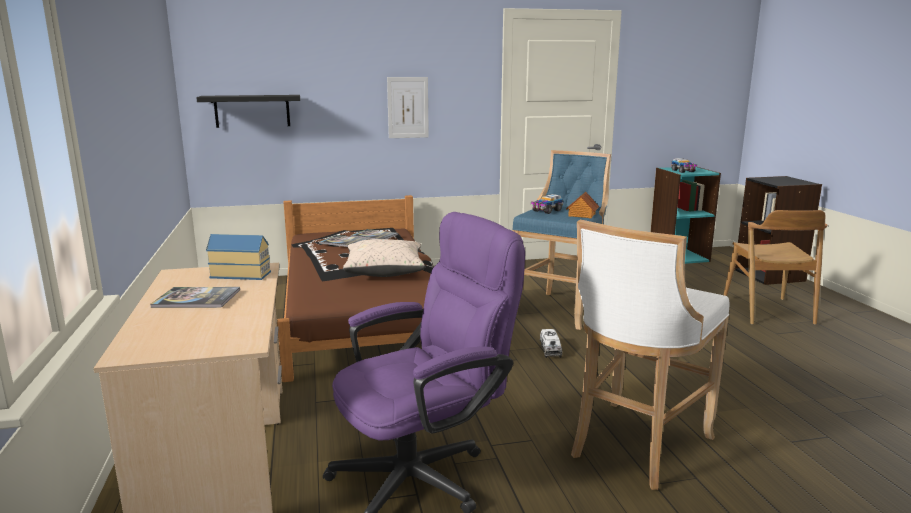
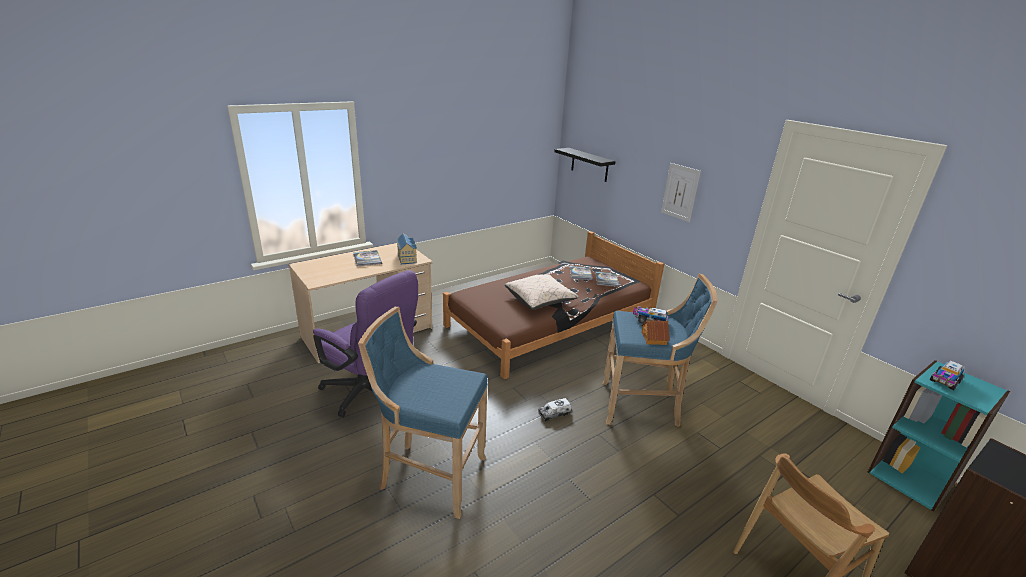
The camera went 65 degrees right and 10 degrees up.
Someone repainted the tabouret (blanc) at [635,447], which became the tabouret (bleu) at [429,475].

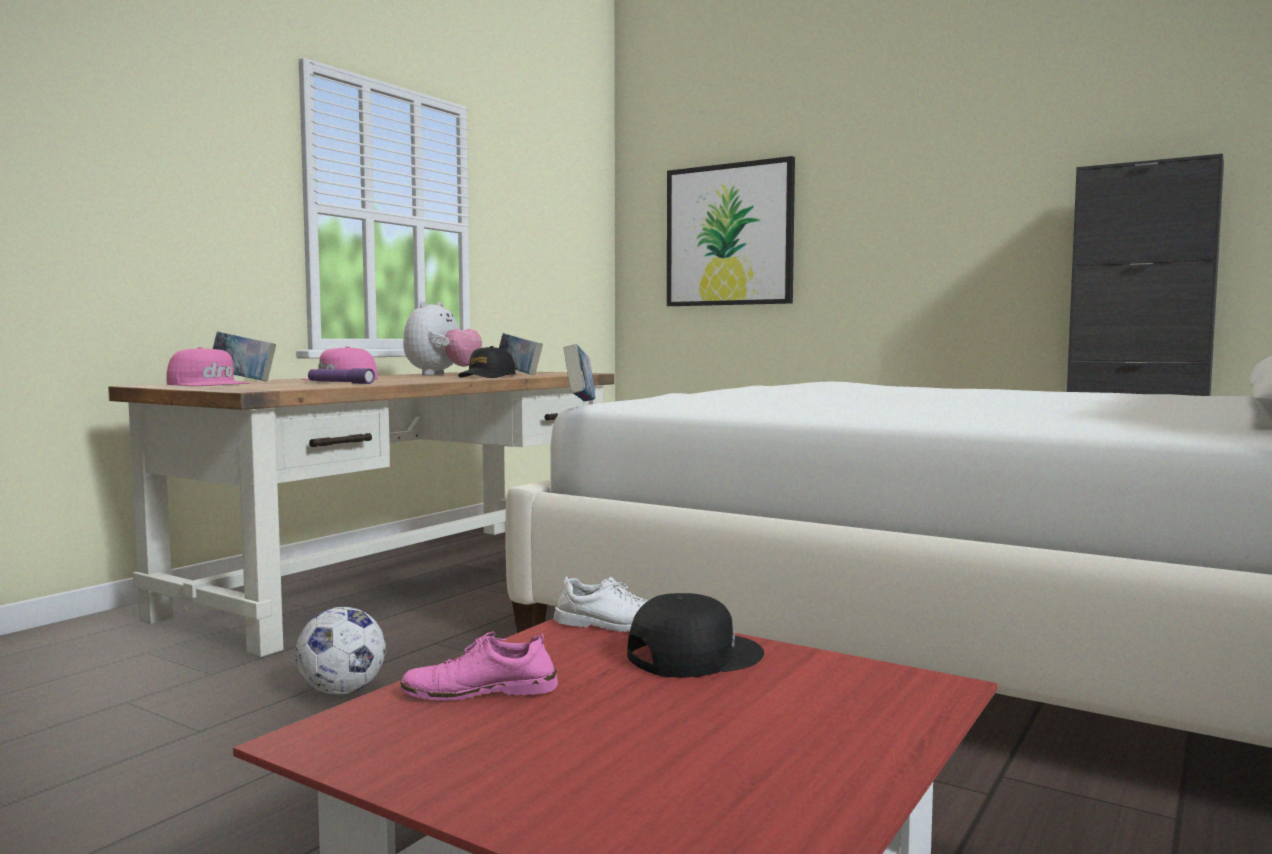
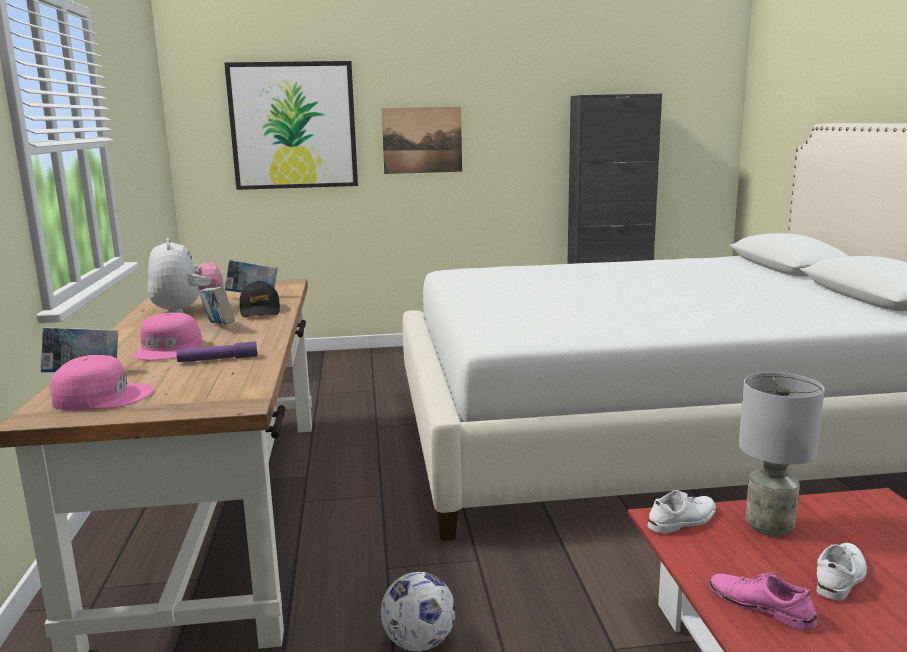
The camera went 40 degrees left and 10 degrees up.
Someone carried the livre from [580,403] to [218,327].
Someone swapped the casquette (noir) at [693,655] for the lampe de table (gris) at [768,527].
Someone rotated the chaussure (rose) at [480,691] by 90 degrees clockwise.
Someone put up the tableau at [422,140].
Someone put down the chaussure (blanc) at [840,577].

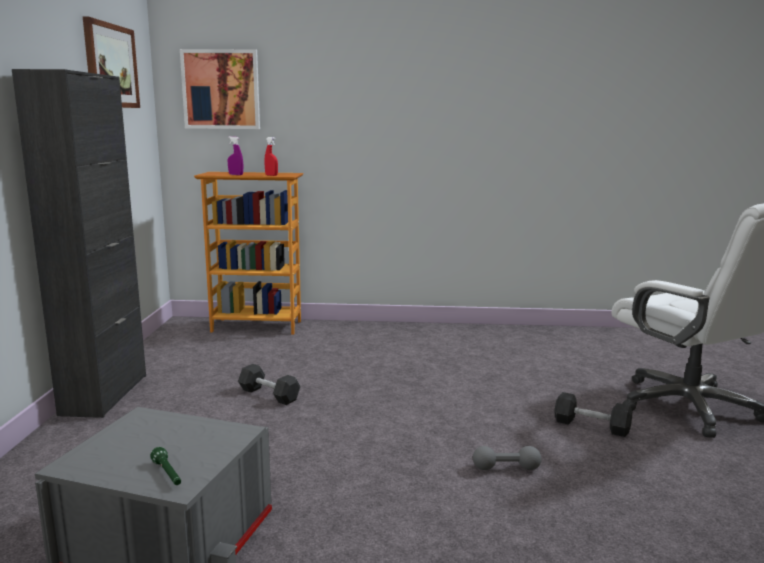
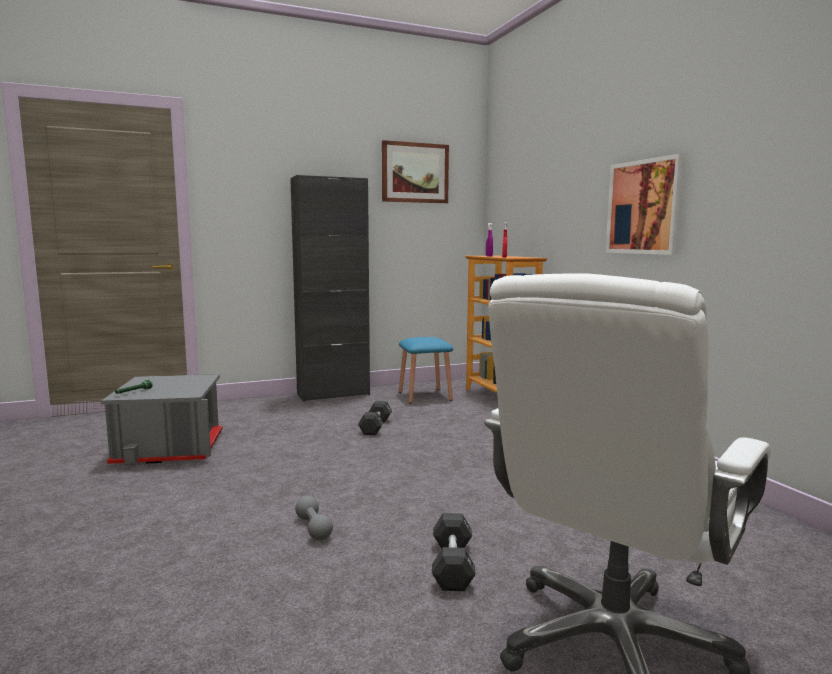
The camera went 65 degrees right and 5 degrees down.
Someone carried the tableau from [221,89] to [644,207].
Someone put down the tabouret (bleu) at [425,396].

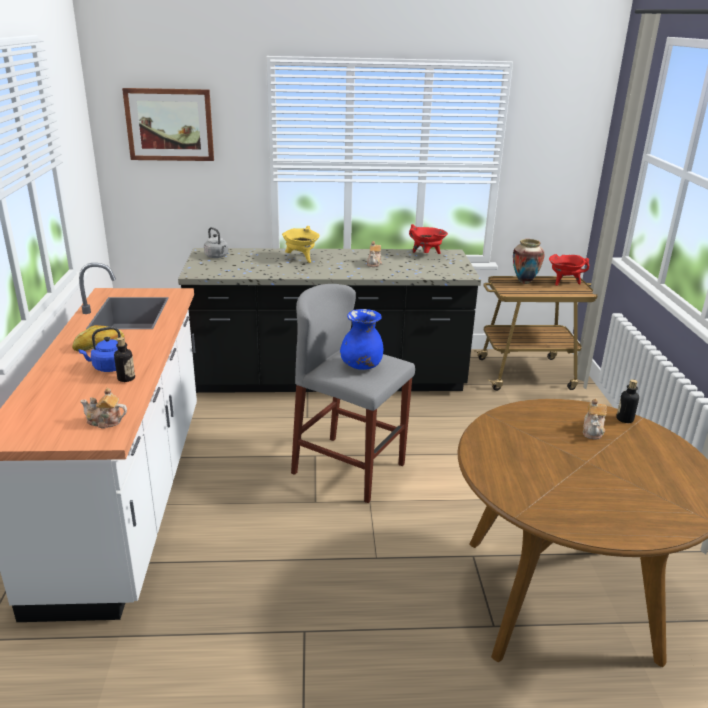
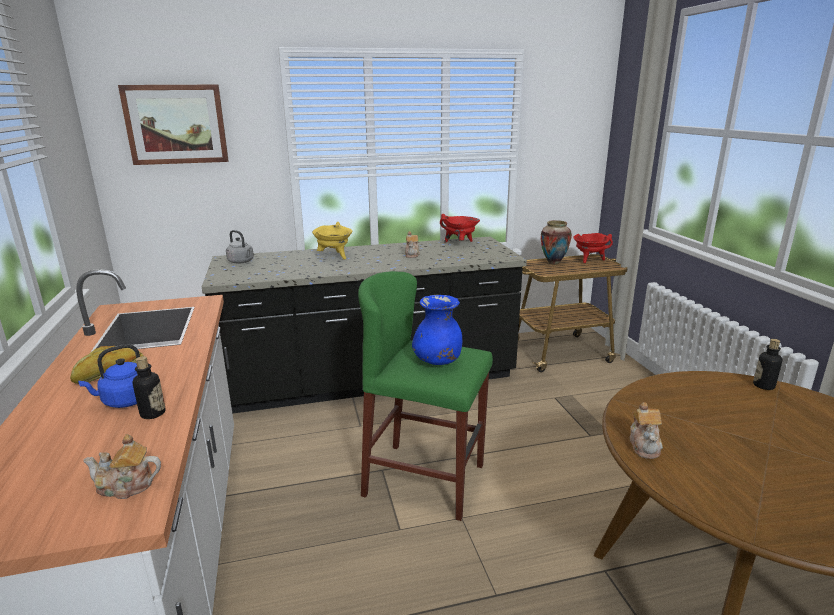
The camera went 10 degrees left and 5 degrees down.
Someone repainted the tabouret (gris) at [349,468], which became the tabouret (vert) at [424,480].
Someone carried the théière from [593,431] to [645,445].

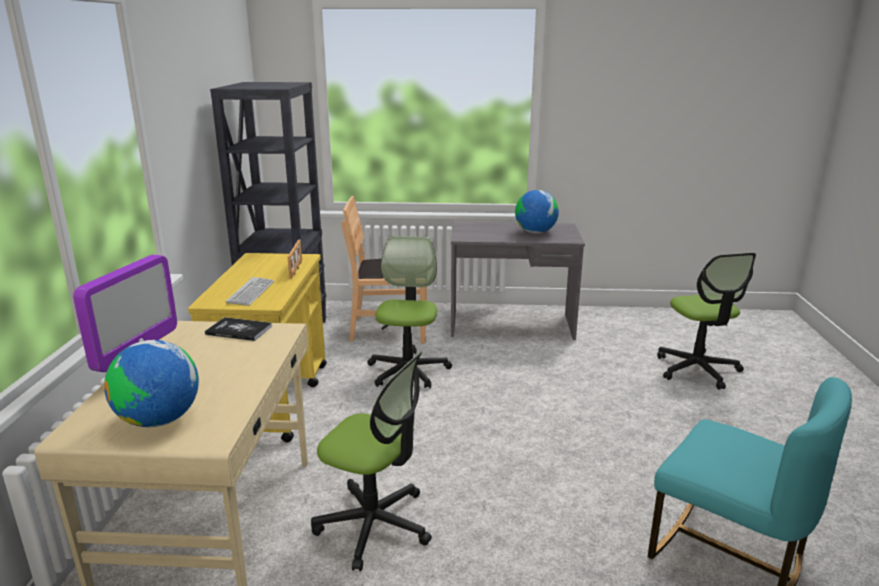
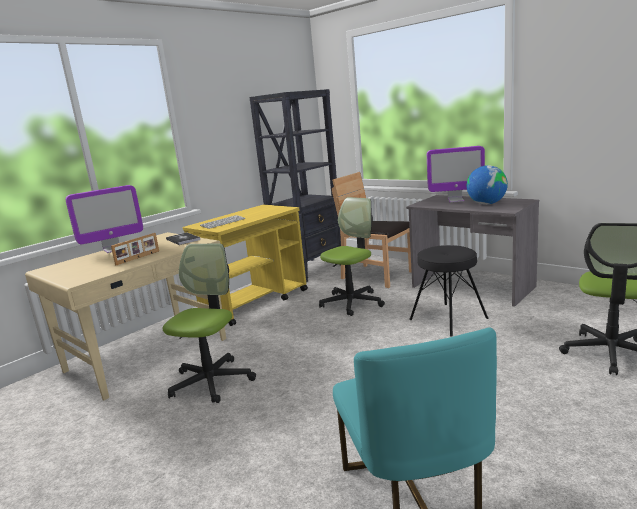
The camera went 40 degrees right and 5 degrees down.
Someone carried the cadre photo from [297,269] to [138,258].
Someone took away the globe at [159,420].
Someone rotated the chaise de bureau at [374,525] by 135 degrees counterclockwise.
Someone put down the écran d'ordinateur at [455,200].
Someone put down the tabouret (noir) at [448,319].

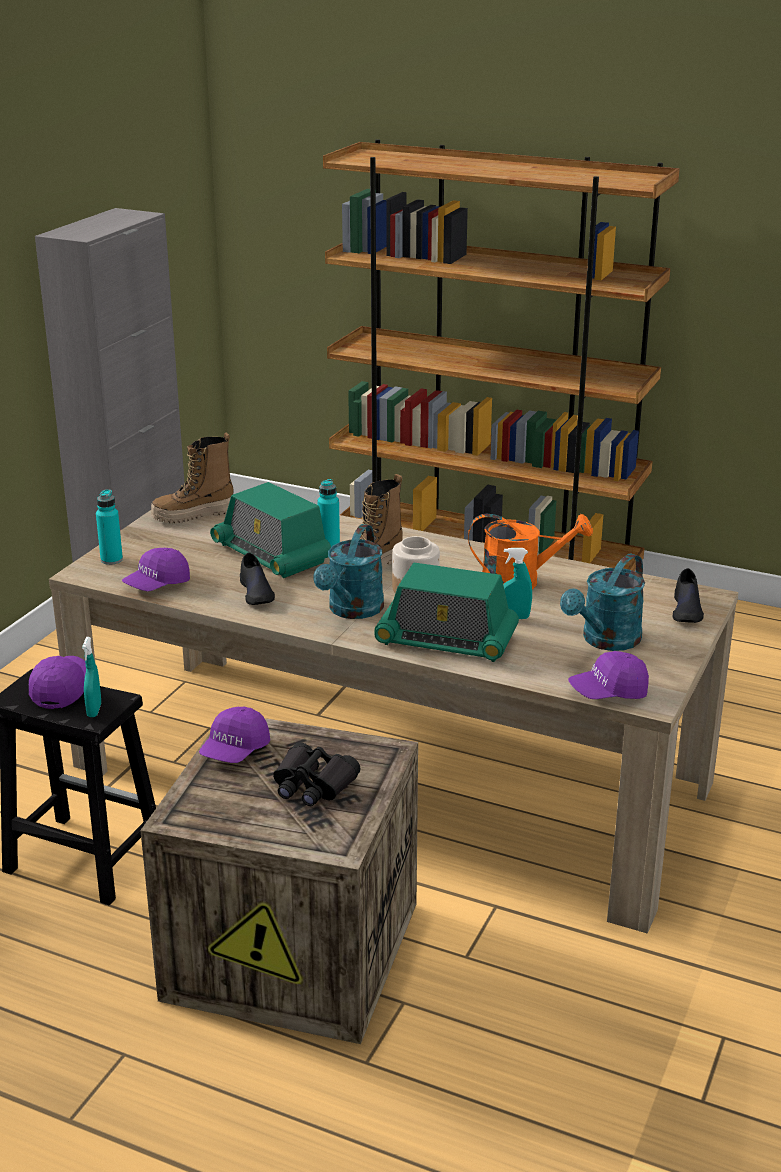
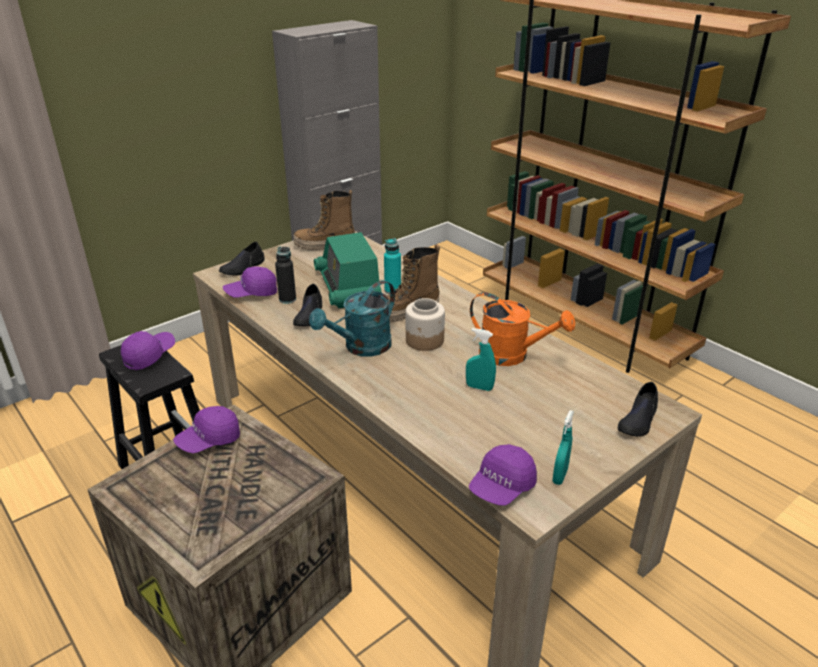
The camera went 25 degrees right and 5 degrees up.
Someone swapped the bouteille (turquoise) at [111,560] for the chaussure (noir) at [243,268].
Someone took away the arrosoir (turquoise) at [605,641].
Someone took away the radio at [446,640].
Someone carried the vaporisateur (turquoise) from [94,710] to [560,476].
Someone rotated the casquette (violet) at [608,693] by 60 degrees counterclockwise.
Someone took away the jumelles (noir) at [313,785].
Someone put down the bouteille (noir) at [287,299].

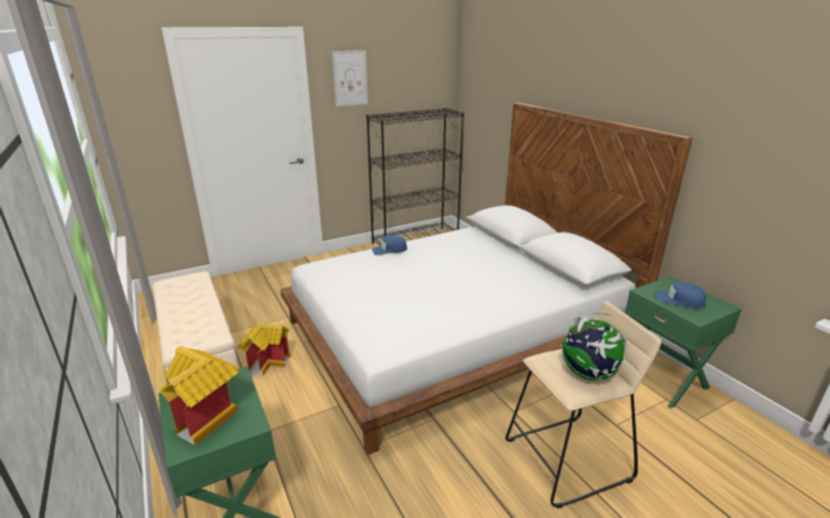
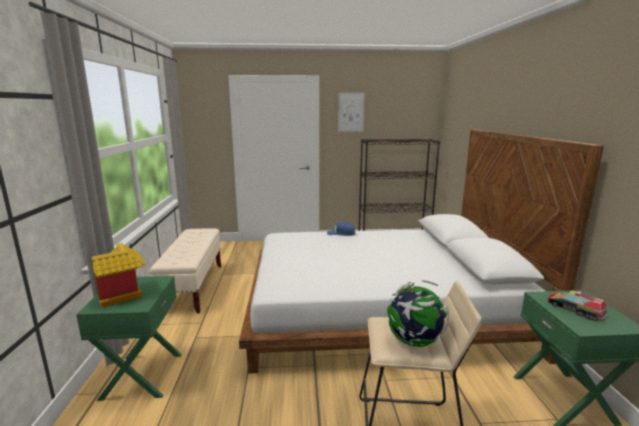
The camera went 25 degrees right and 10 degrees down.
Someone swapped the casquette (bleu) at [679,300] for the camion jouet at [575,310].
Someone took away the maison miniature at [268,362].

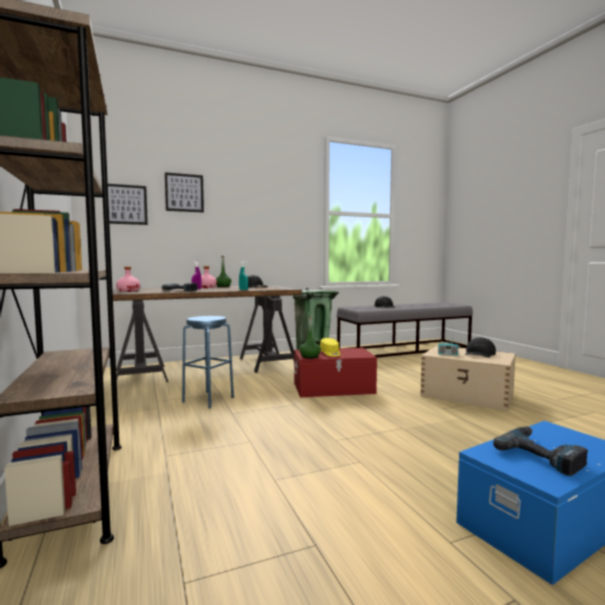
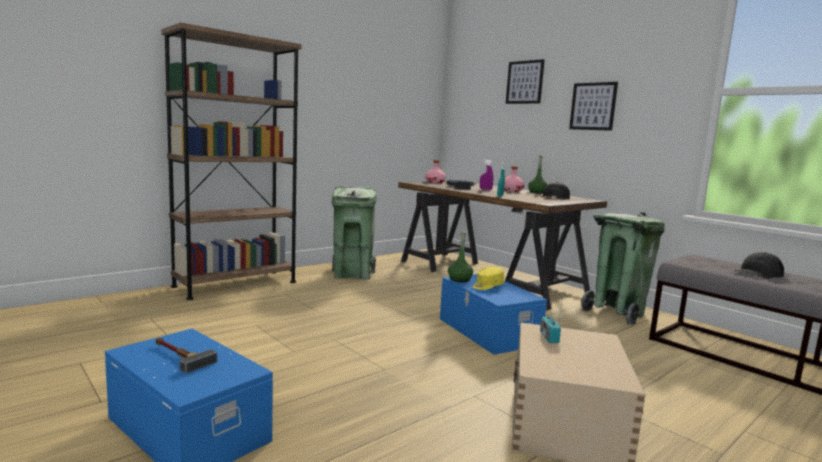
The camera went 70 degrees right and 5 degrees up.
Someone carried the tableau from [126,204] to [593,106].
Someone took away the tabouret (bleu) at [208,399].
Someone took away the casquette (noir) at [479,354].
Someone repainted the boîte de rangement (rouge) at [334,388], which became the boîte de rangement (bleu) at [487,332].
Someone swapped the perceuse at [541,455] for the marteau at [178,356].
Someone put down the poubelle (vert) at [352,274].

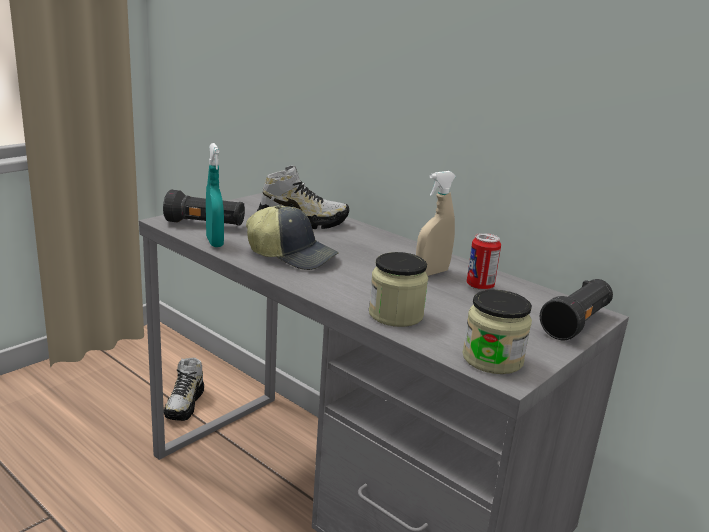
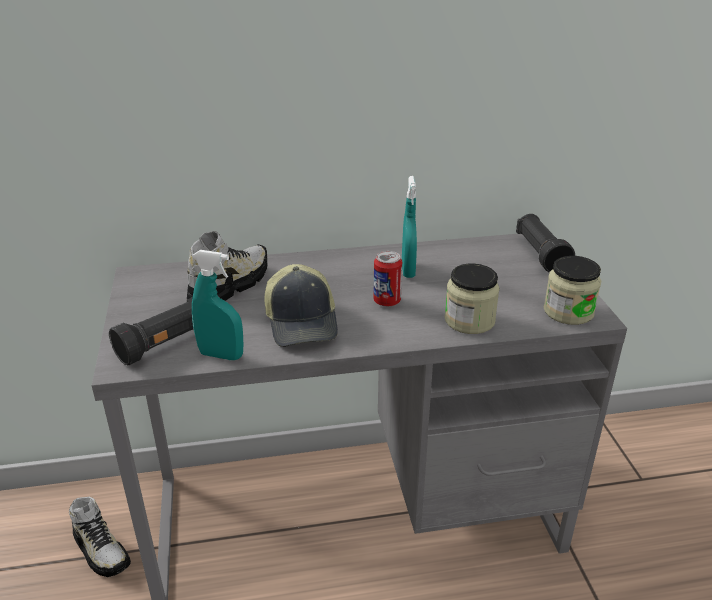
The camera went 50 degrees left and 10 degrees up.
Someone repainted the vaporisateur (beige) at [431,272], which became the vaporisateur (turquoise) at [408,270].
Someone rotated the casquette at [292,255] by 105 degrees clockwise.
Someone carried the boîte métallique from [480,286] to [387,301].

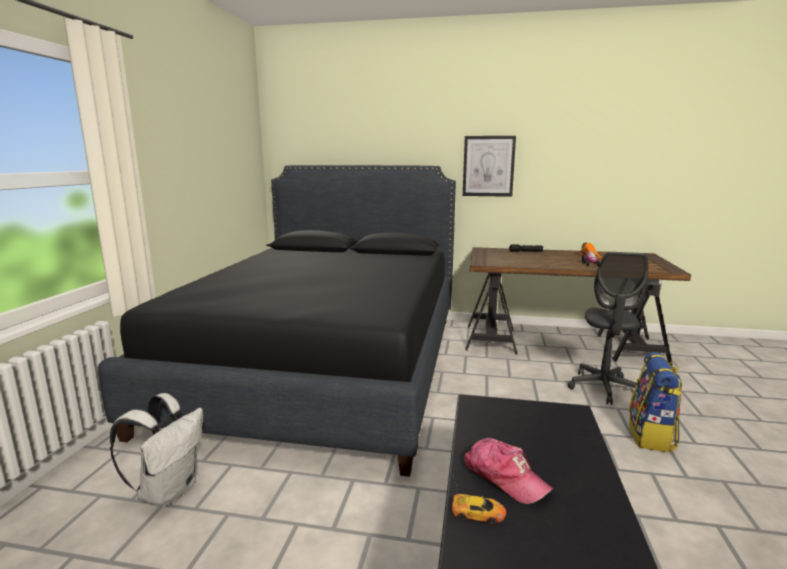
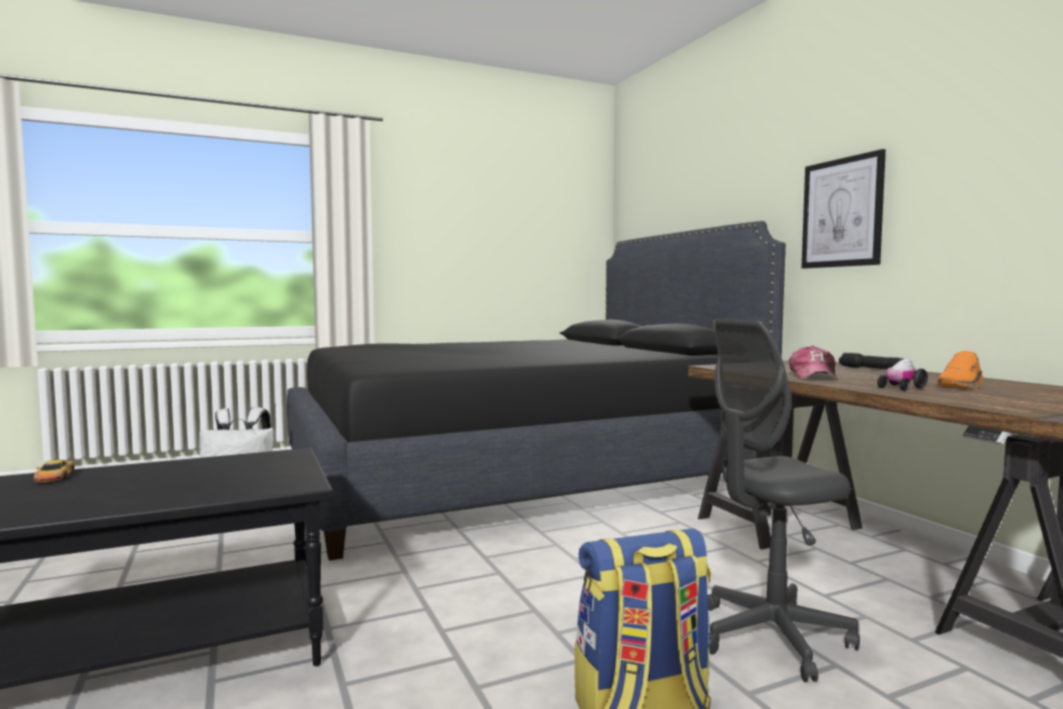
The camera went 55 degrees right and 10 degrees down.
Someone carried the casquette from [504,477] to [813,376].

